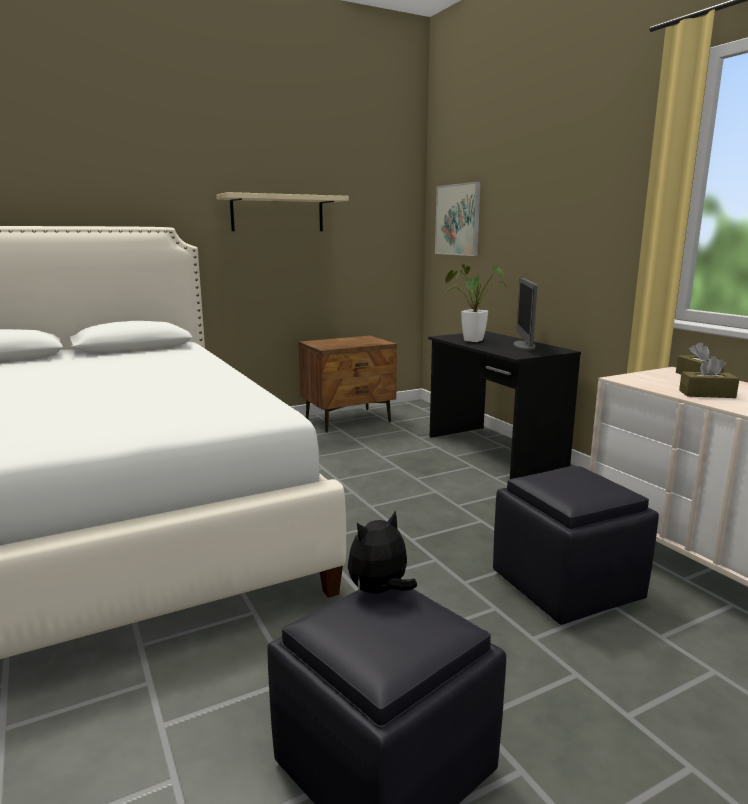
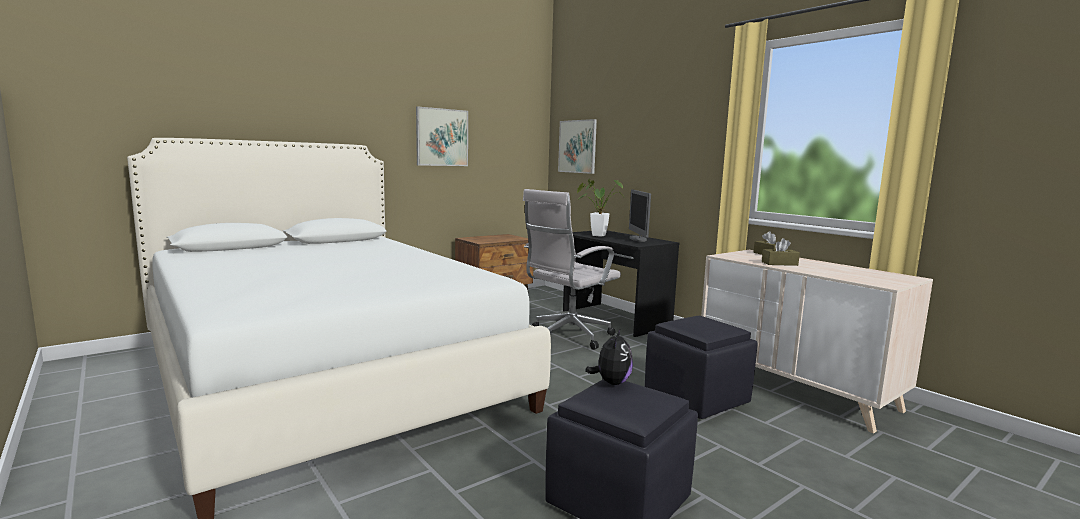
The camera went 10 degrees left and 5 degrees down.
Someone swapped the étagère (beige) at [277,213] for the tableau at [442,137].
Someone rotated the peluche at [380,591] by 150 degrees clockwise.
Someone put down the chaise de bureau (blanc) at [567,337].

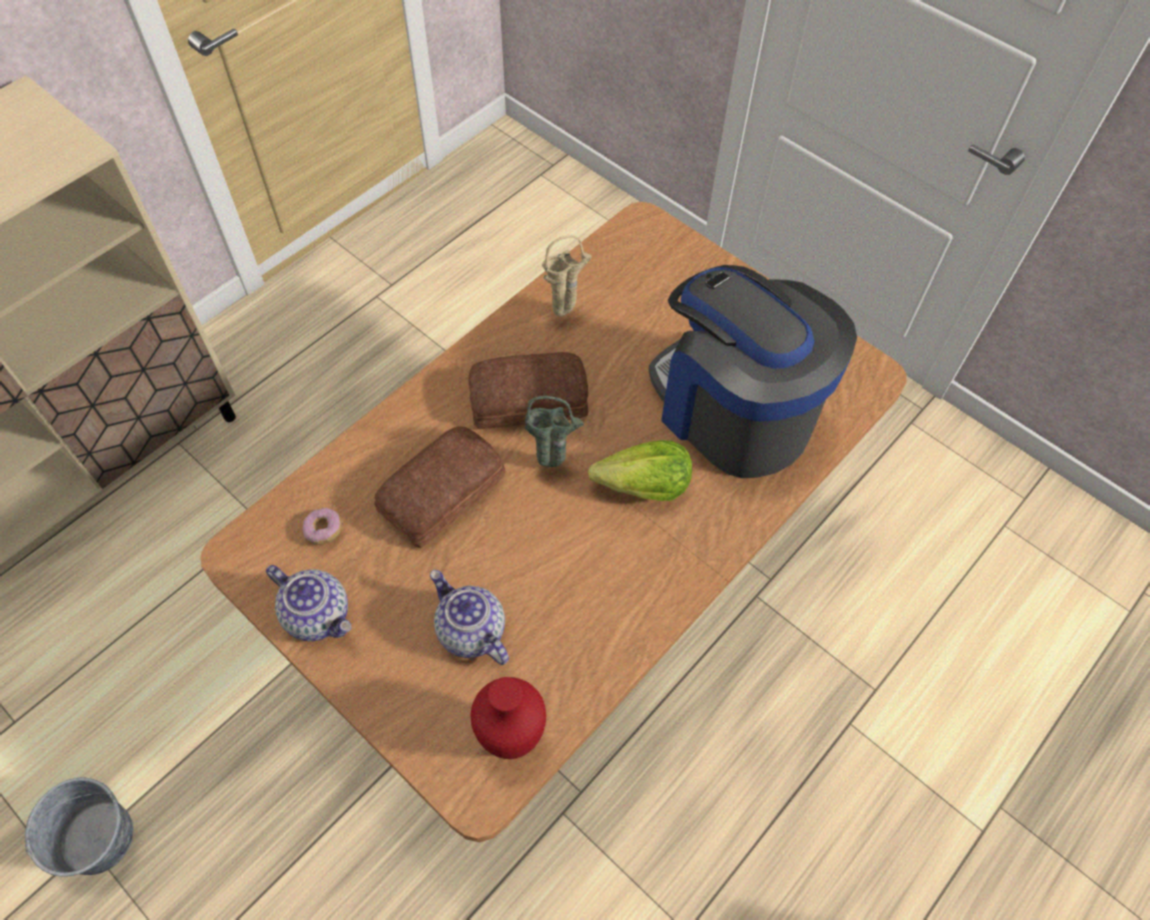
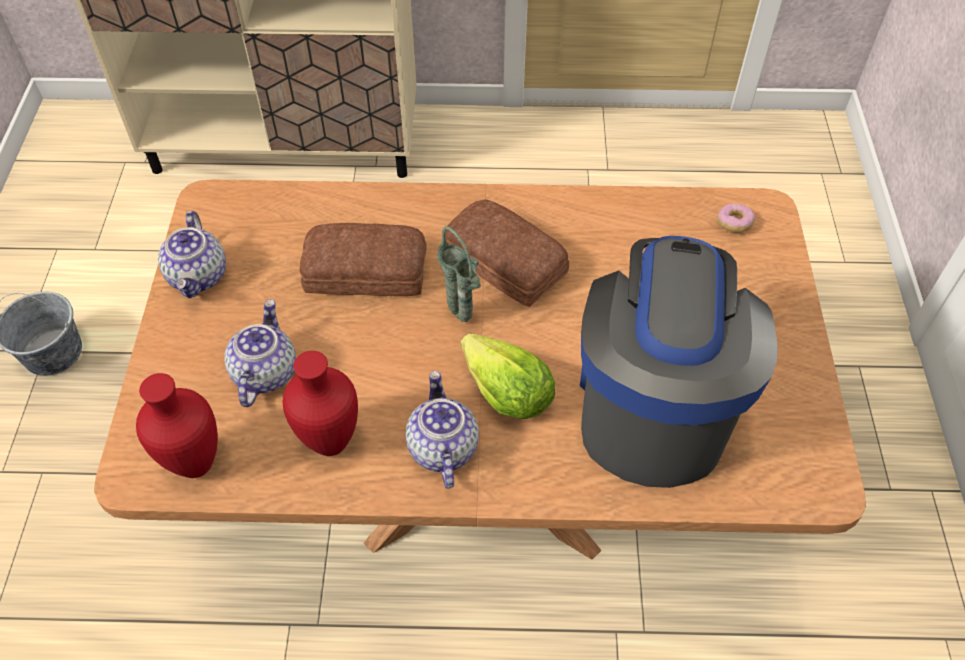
The camera went 50 degrees right and 5 degrees down.
Someone took away the vase (beige) at [566,312].
Someone carried the beignet from [323,530] to [734,223].
Someone put down the vase (rouge) at [328,443].
Someone put down the théière at [441,447].

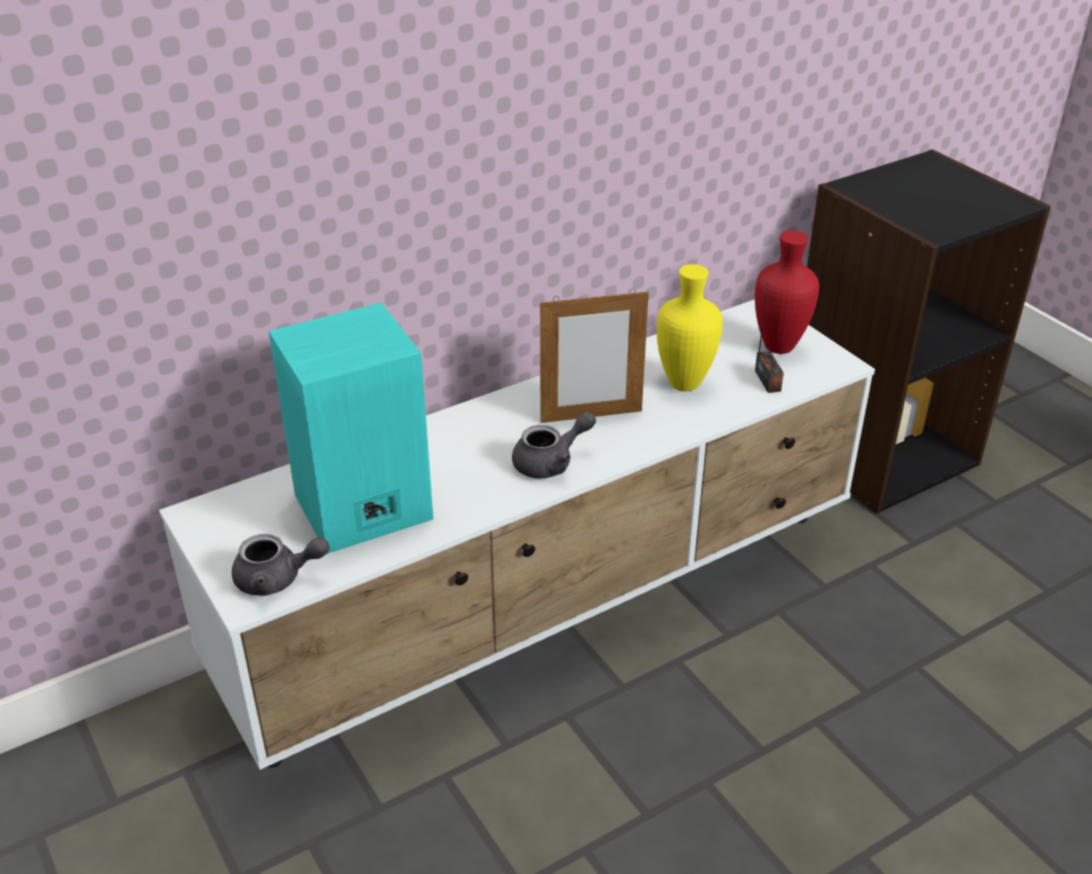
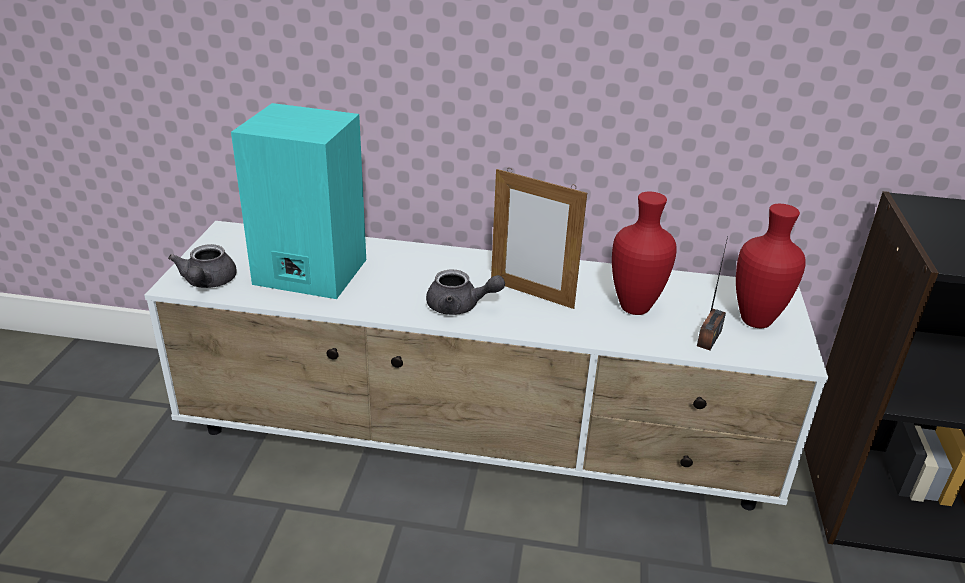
The camera went 40 degrees right and 5 degrees down.
Someone repainted the vase (jaune) at [686,384], which became the vase (rouge) at [635,309].
Someone rotated the théière (gris) at [277,579] by 45 degrees clockwise.

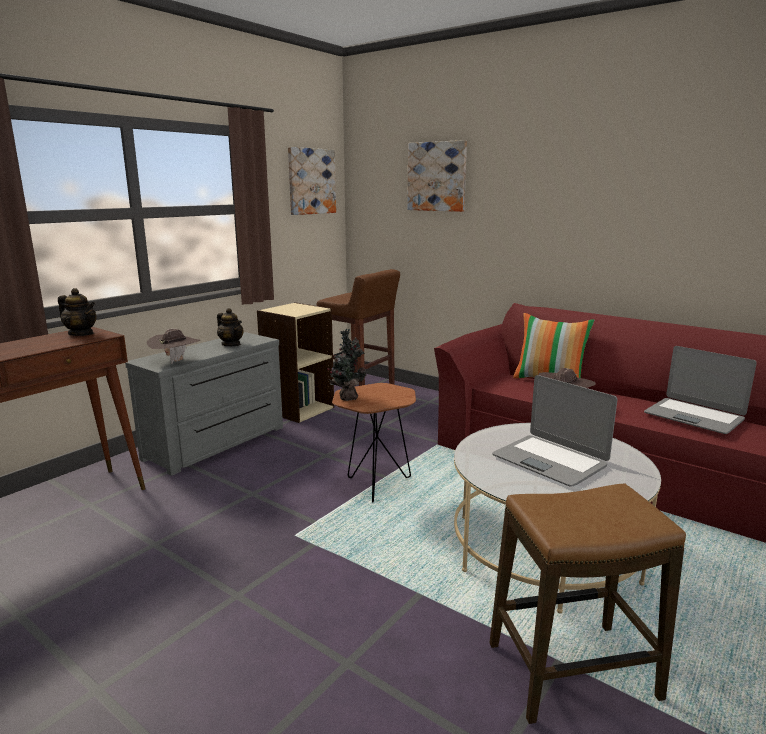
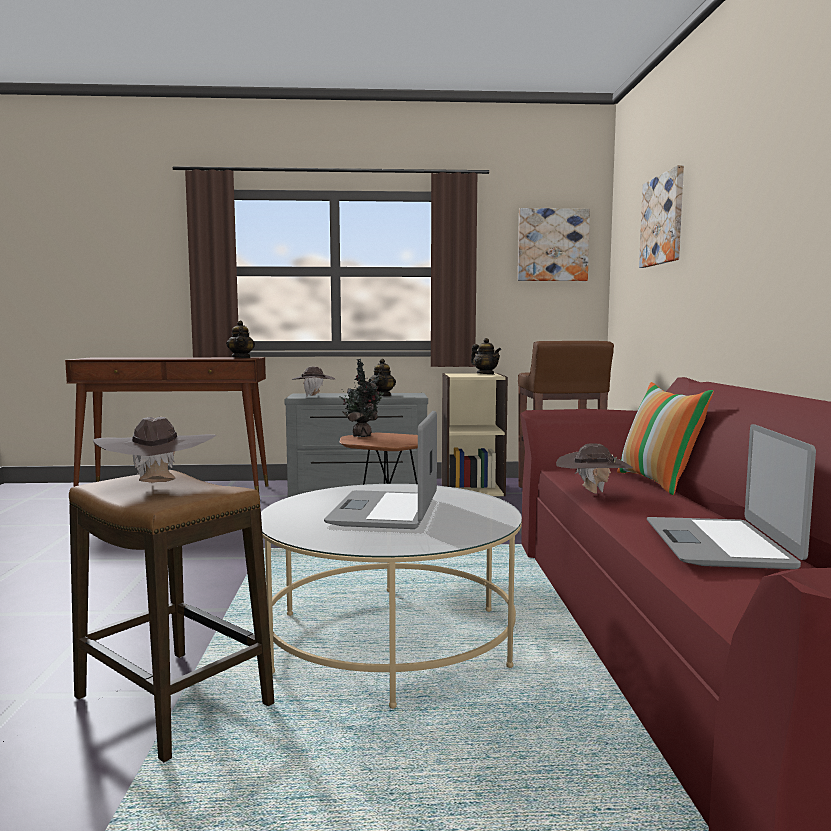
The camera went 50 degrees right and 10 degrees down.
Someone put down the théière at [485,374].
Someone put down the chapeau (marron) at [157,485].

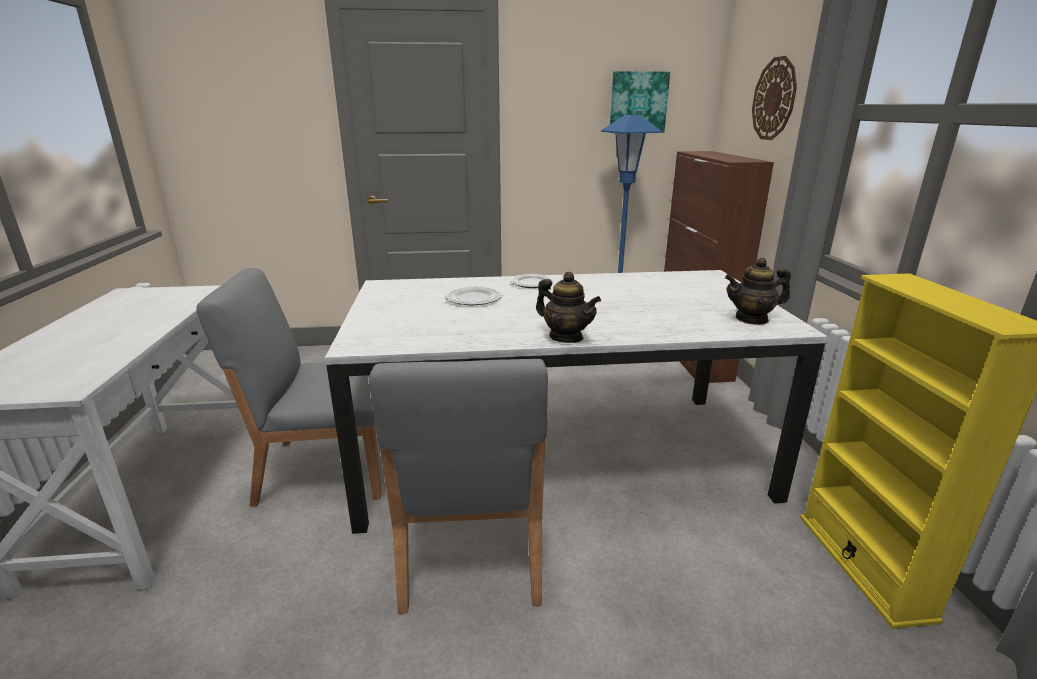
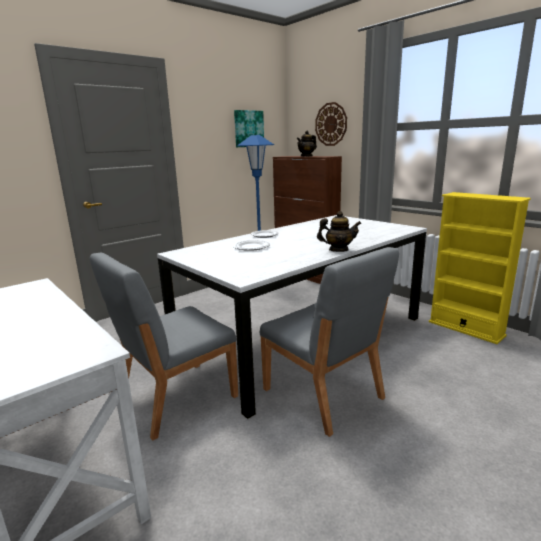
The camera went 35 degrees left and 5 degrees down.
Someone carried the théière from [752,319] to [307,156].

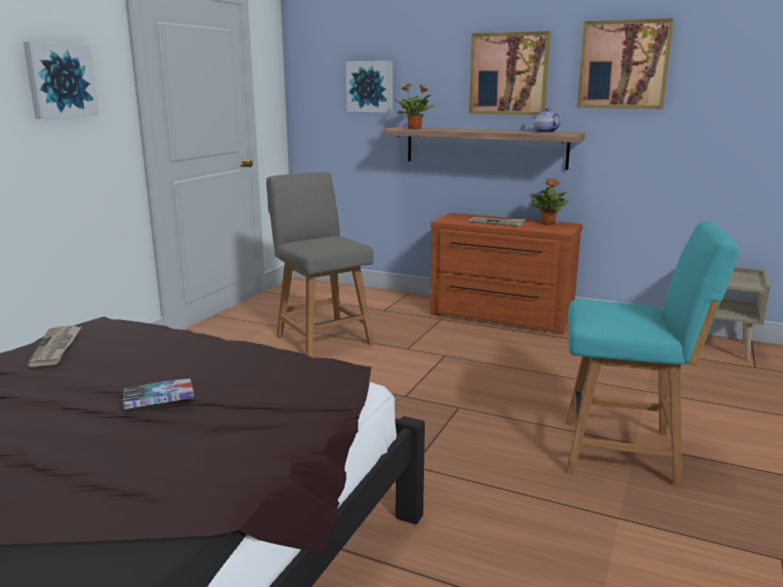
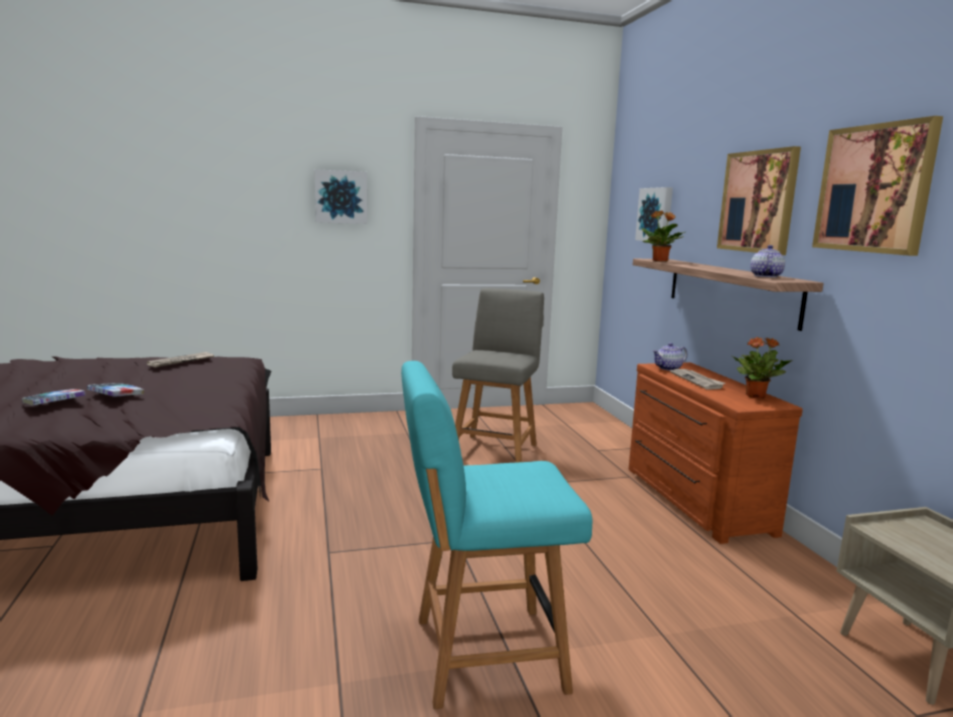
The camera went 50 degrees right and 5 degrees down.
Someone rotated the chaise (turquoise) at [624,452] by 105 degrees clockwise.
Someone put down the théière at [668,368].
Someone put down the livre at [54,402].

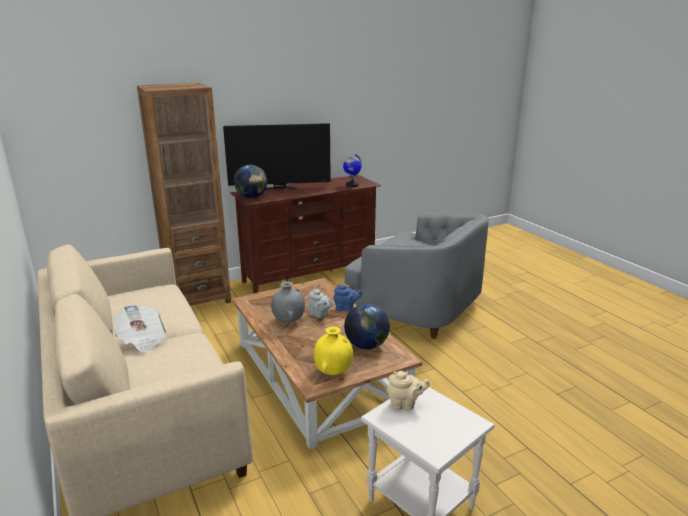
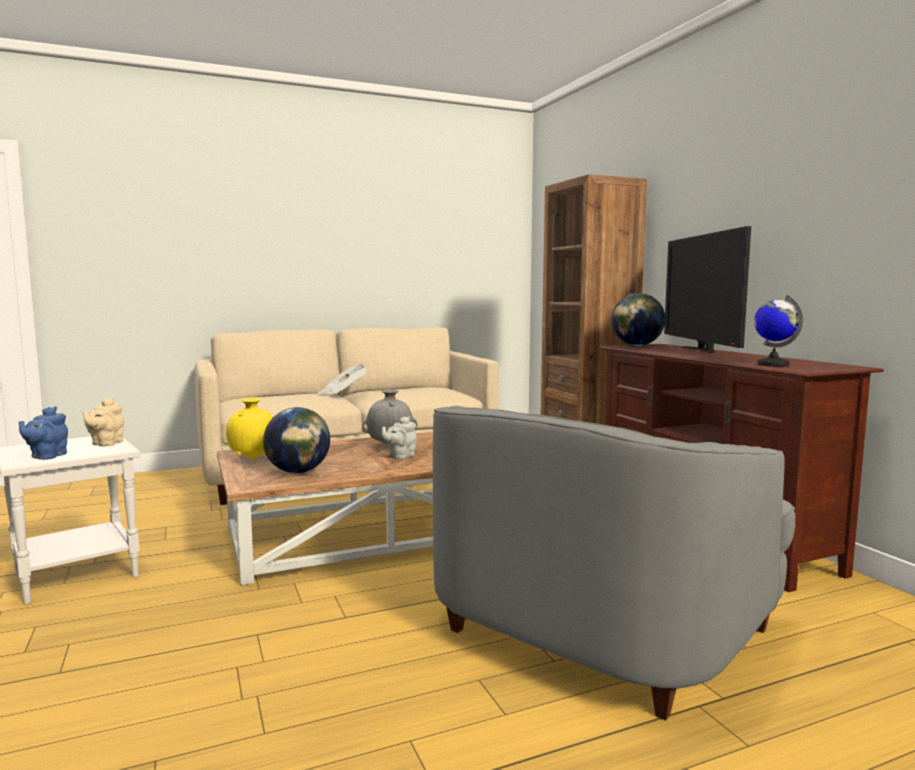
The camera went 95 degrees right and 15 degrees down.
Someone carried the théière (bleu) from [346,309] to [47,456].

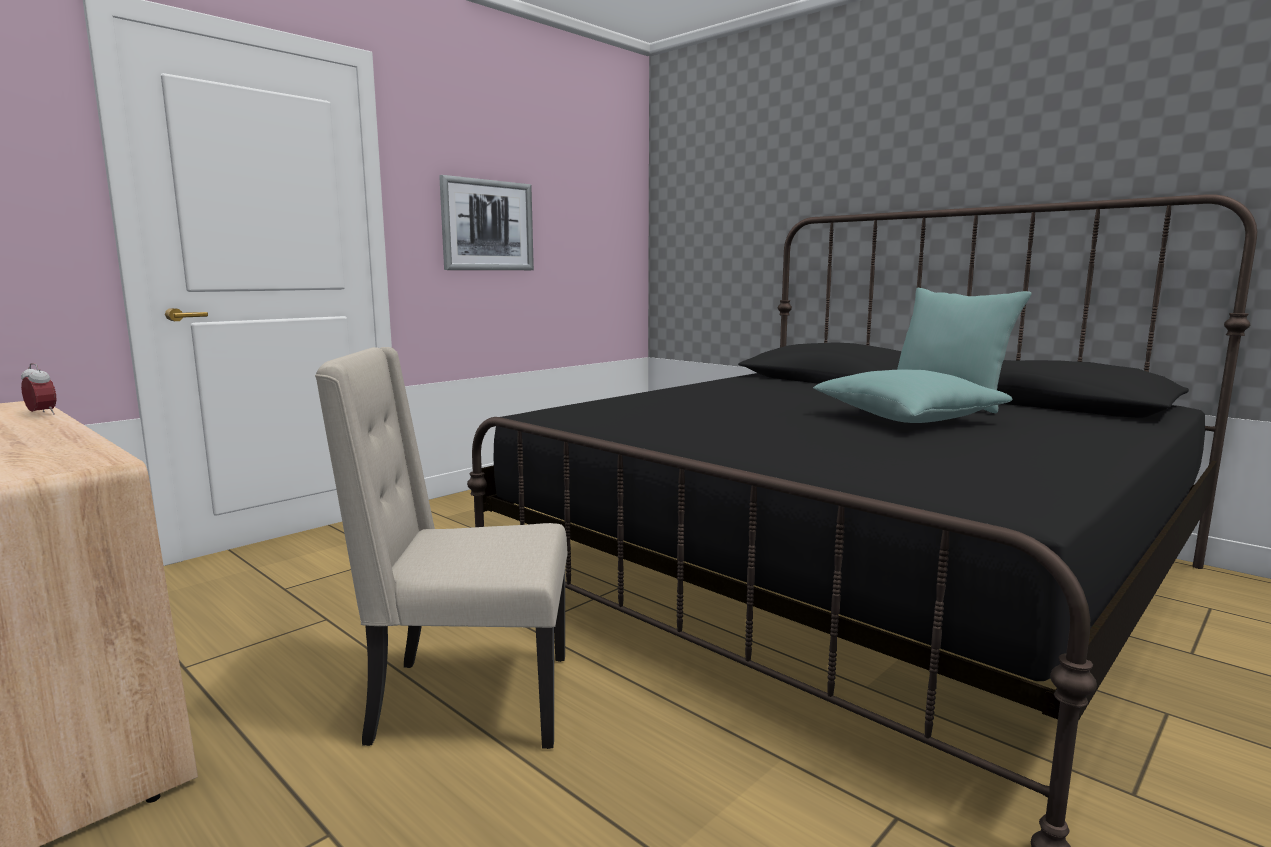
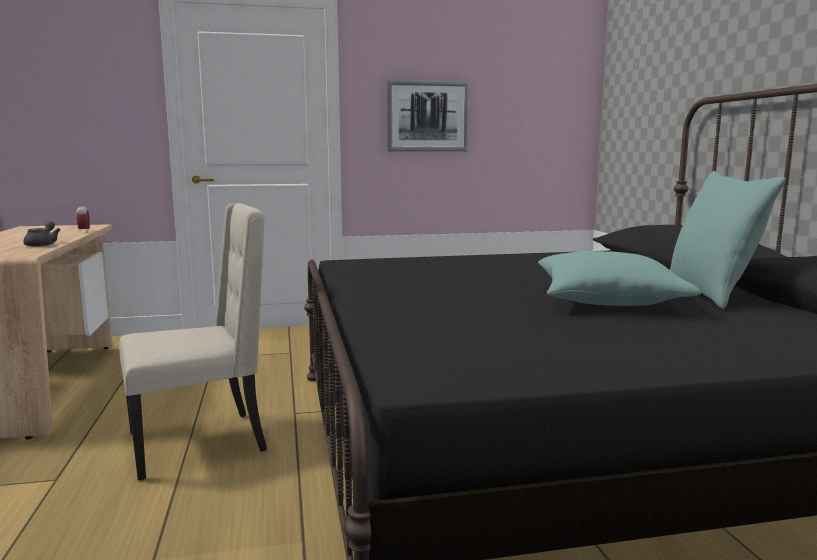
The camera went 35 degrees right and 0 degrees up.
Someone rotated the chaise (beige) at [467,701] by 120 degrees clockwise.
Someone put down the théière (gris) at [43,244].

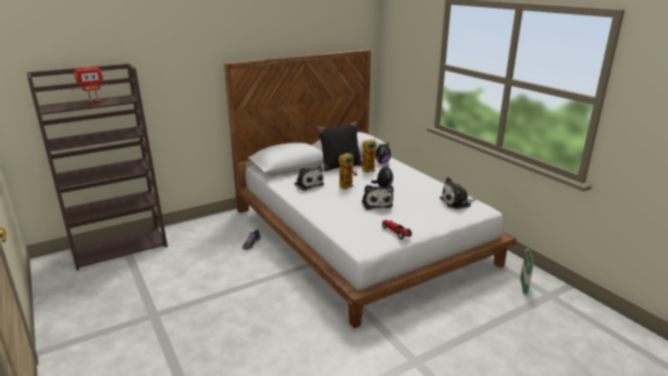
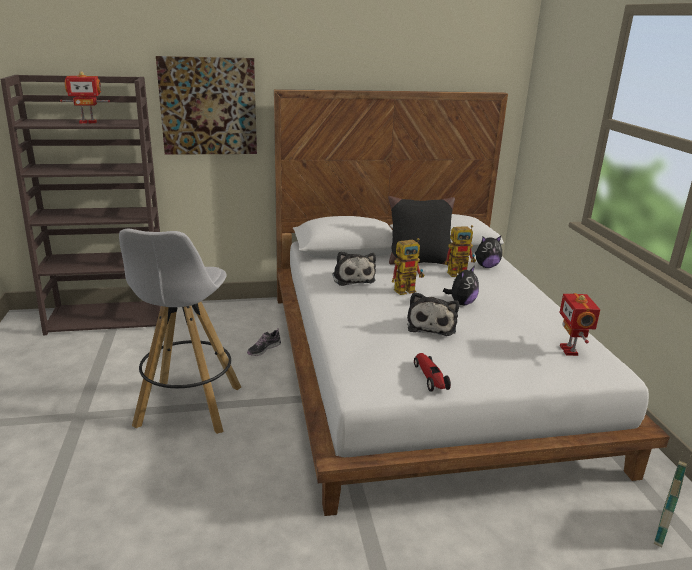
The camera went 20 degrees right and 0 degrees up.
Someone swapped the peluche at [457,202] for the robot jouet at [570,350].
Someone put up the tableau at [208,106].
Someone put down the tabouret (blanc) at [188,408].

